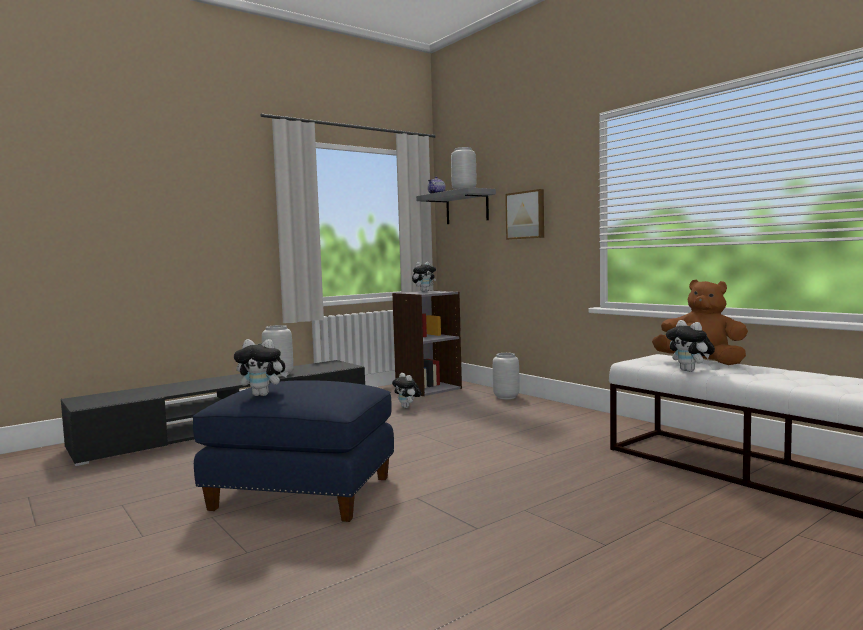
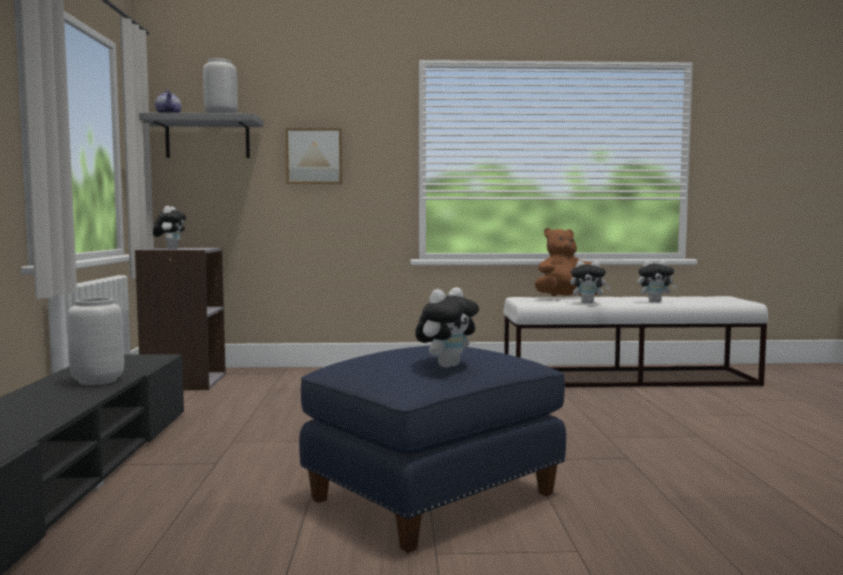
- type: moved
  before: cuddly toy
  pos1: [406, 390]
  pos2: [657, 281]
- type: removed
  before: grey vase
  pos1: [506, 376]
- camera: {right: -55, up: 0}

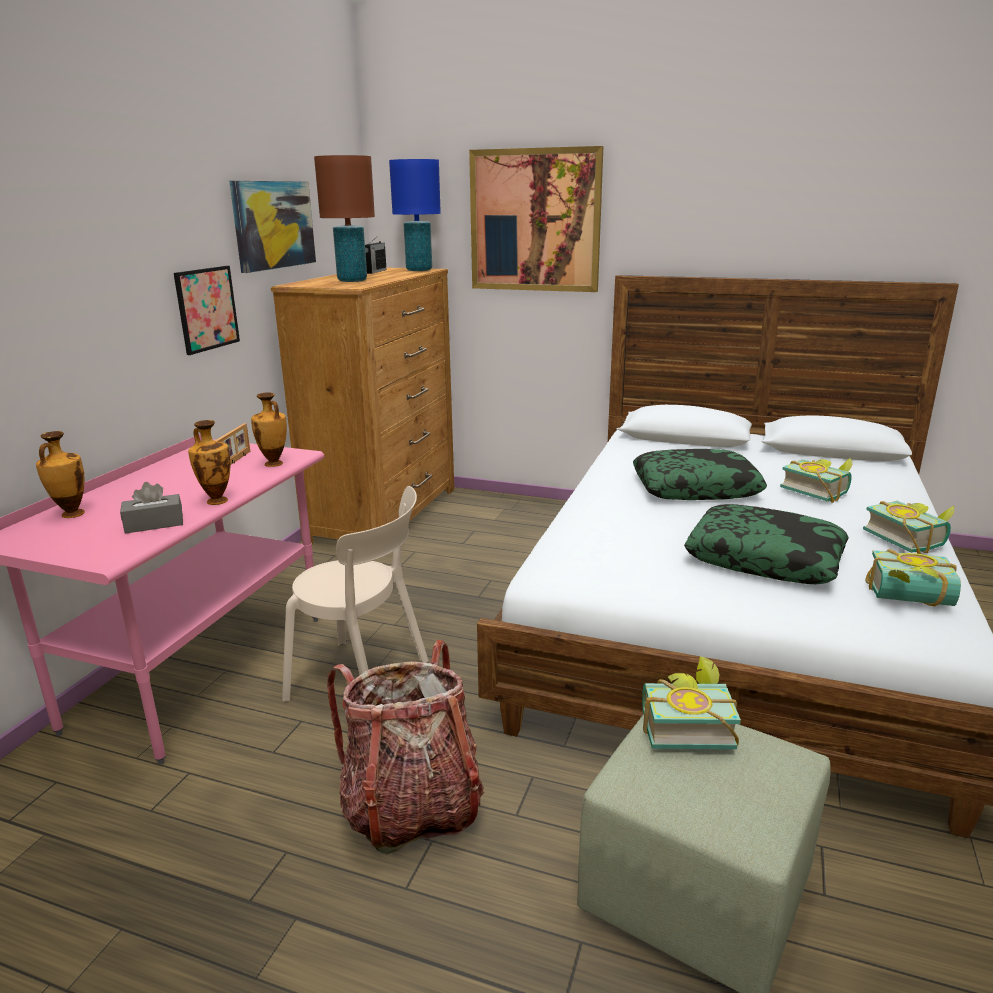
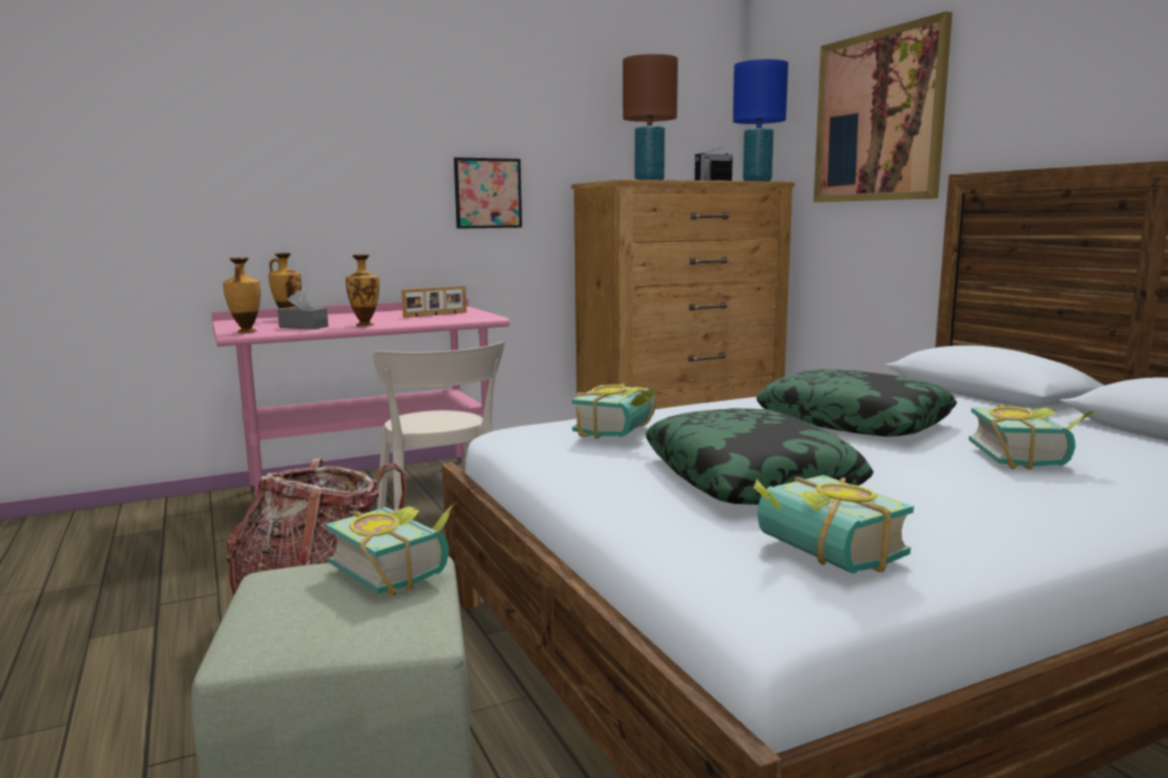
- type: removed
  before: wall art
  pos1: [272, 227]
- type: moved
  before: vase
  pos1: [269, 429]
  pos2: [242, 295]
- type: moved
  before: bound book
  pos1: [909, 527]
  pos2: [615, 411]
- camera: {right: 45, up: -10}

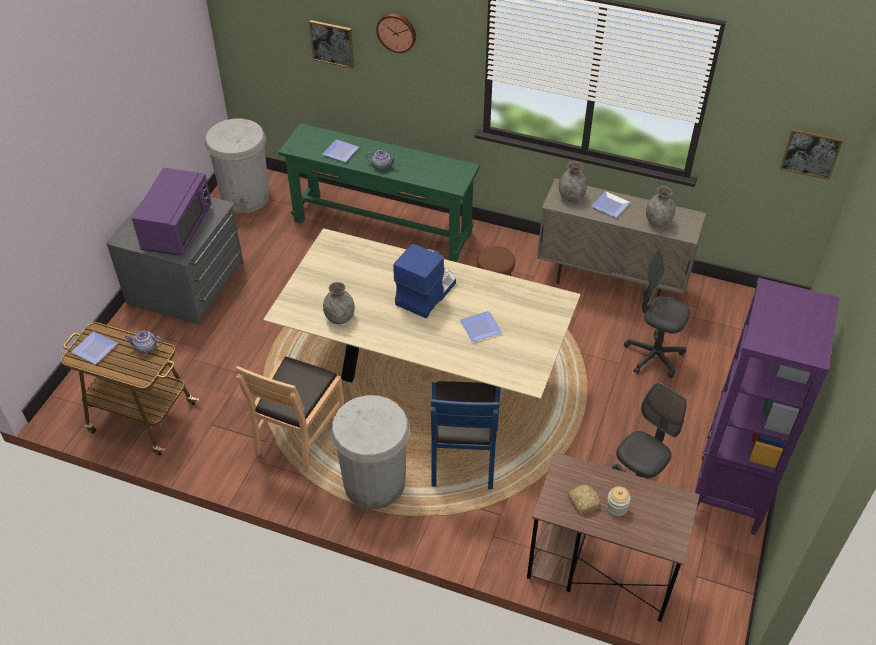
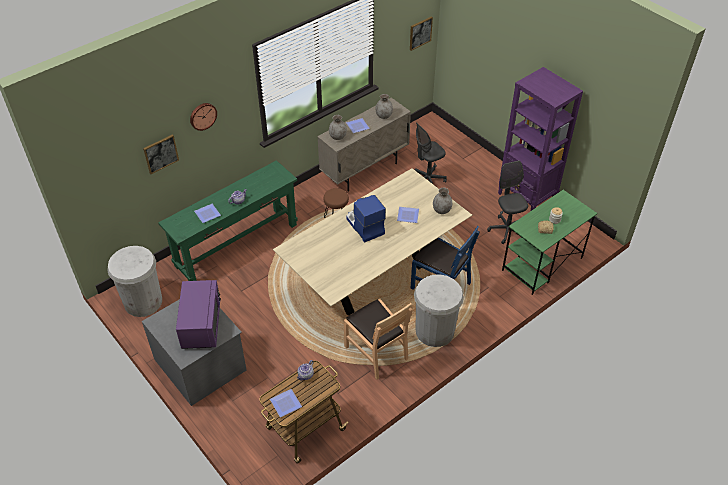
- type: turned
  before: purple kitchen microwave
  pos1: [172, 211]
  pos2: [198, 314]
  turn: 45
- type: moved
  before: grey vase
  pos1: [339, 303]
  pos2: [442, 201]
- type: recoloured
  before: brown-coloured desk unit
  after: green desk unit
  pos1: [613, 537]
  pos2: [549, 242]
- camera: {right: -60, up: 0}

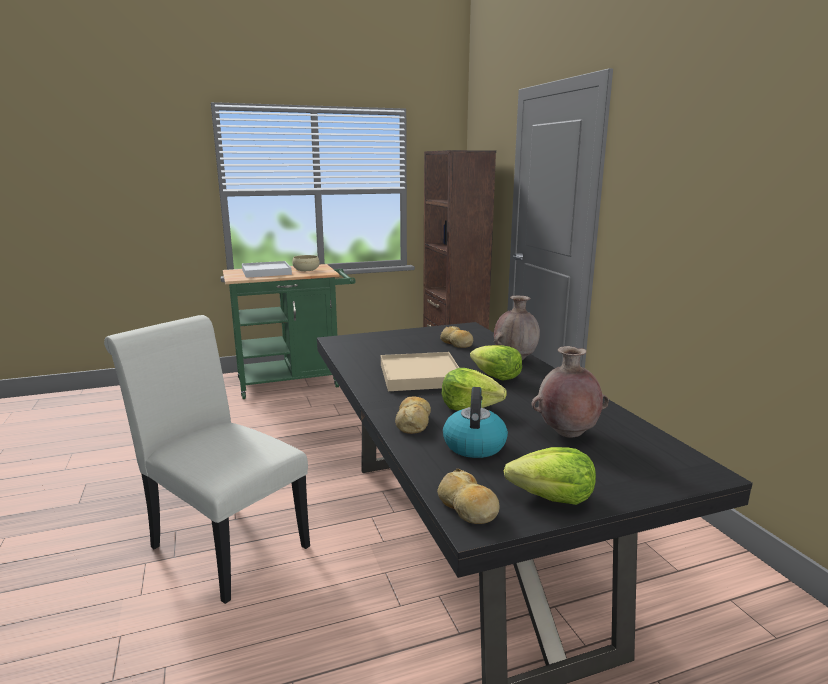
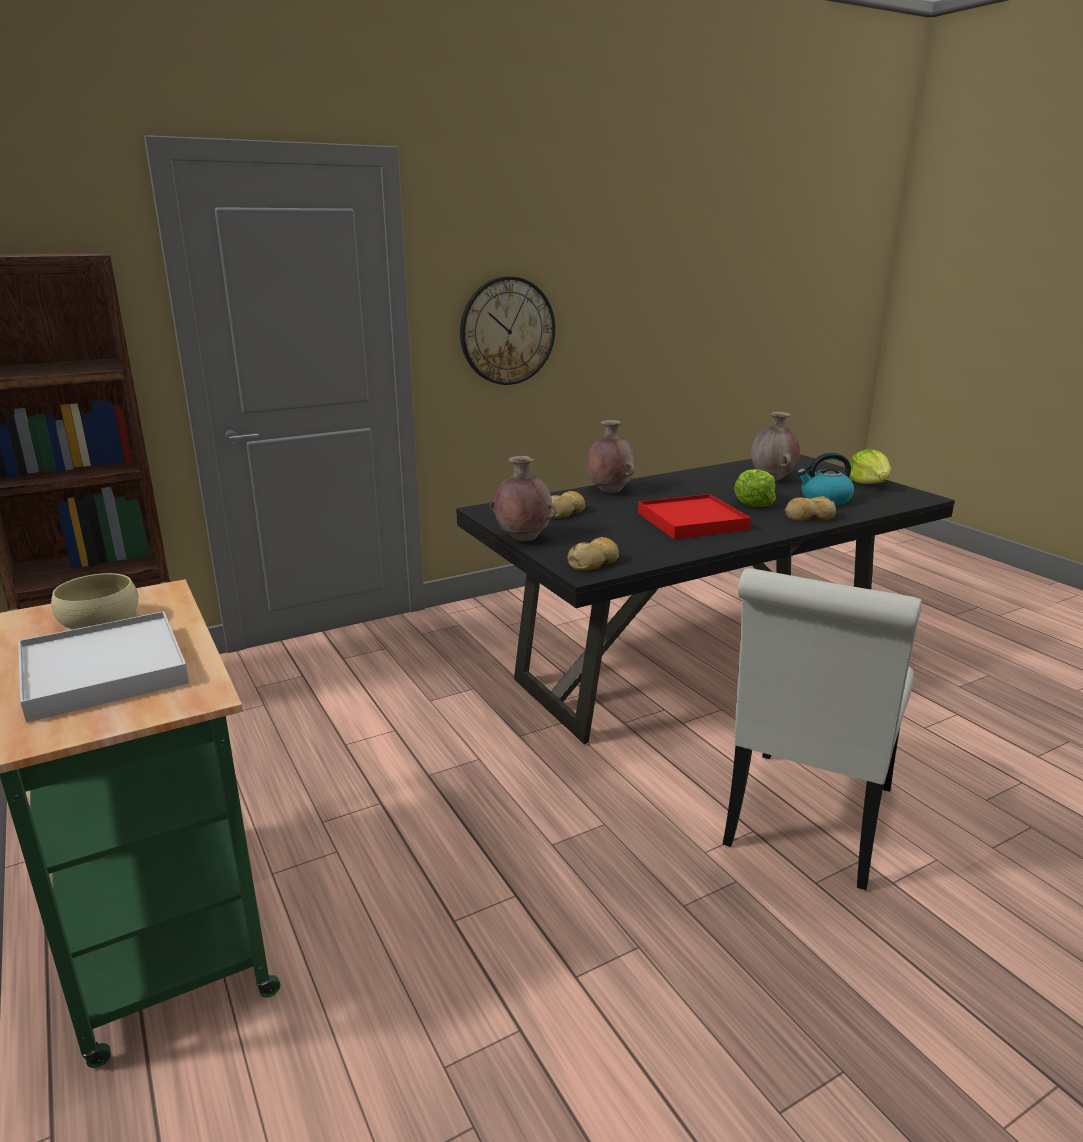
- type: recoloured
  before: beige-coloured tray
  after: red-coloured tray
  pos1: [420, 371]
  pos2: [694, 516]
- type: moved
  before: bakery bread
  pos1: [468, 496]
  pos2: [593, 554]
- type: removed
  before: lettuce head
  pos1: [496, 363]
- type: added
  after: clock on the wall
  pos2: [507, 330]
- type: added
  after: brown-coloured vase
  pos2: [523, 498]
- camera: {right: -100, up: 5}

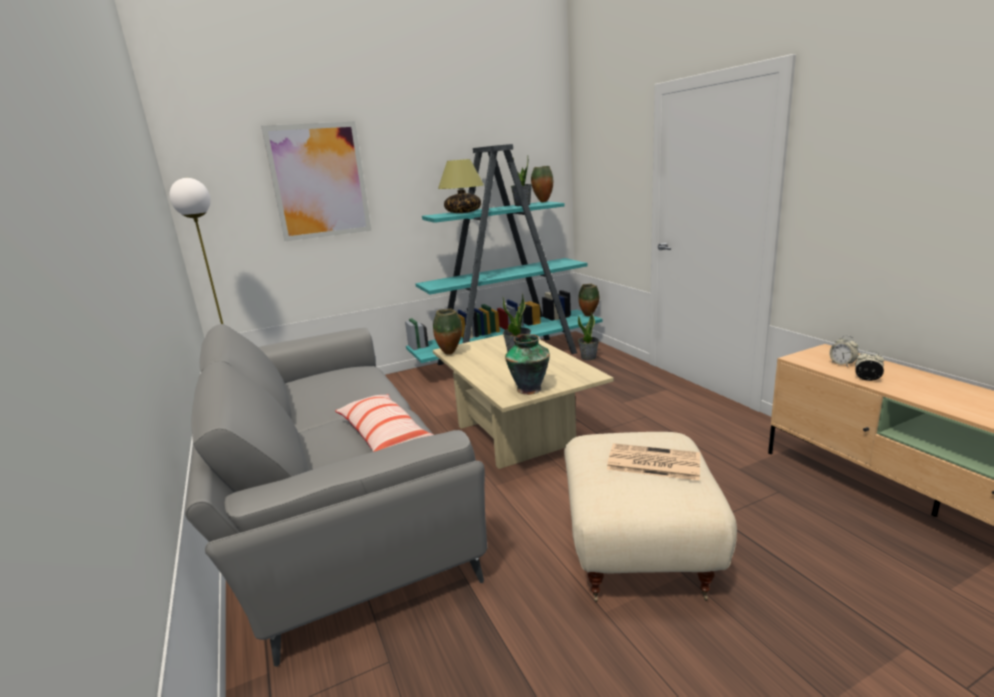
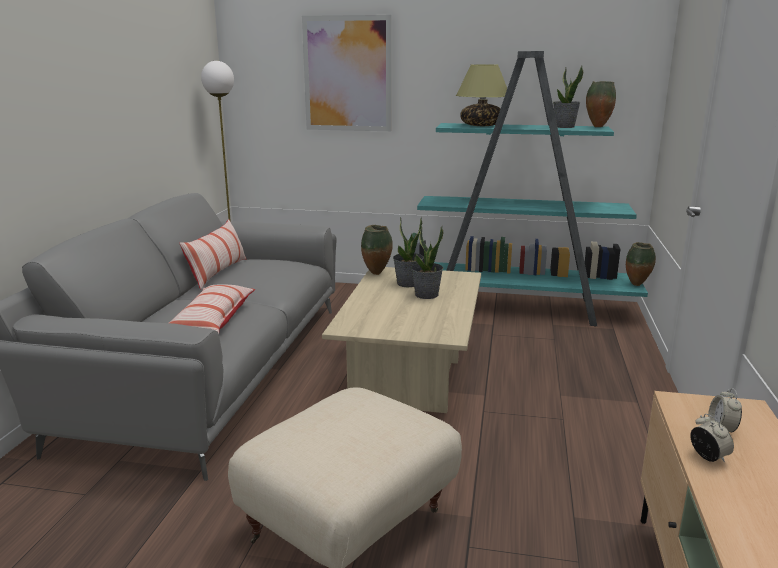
- type: removed
  before: vase
  pos1: [527, 364]
- type: moved
  before: plant in a pot
  pos1: [588, 336]
  pos2: [408, 252]
- type: removed
  before: printed paper
  pos1: [653, 462]
- type: added
  after: pillow
  pos2: [212, 254]
- camera: {right: 35, up: 0}

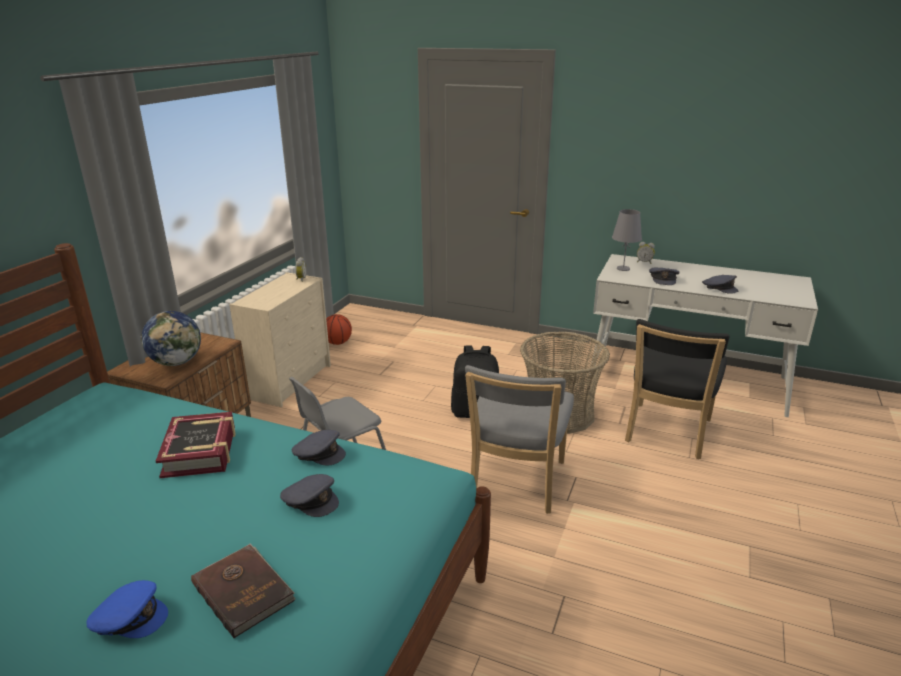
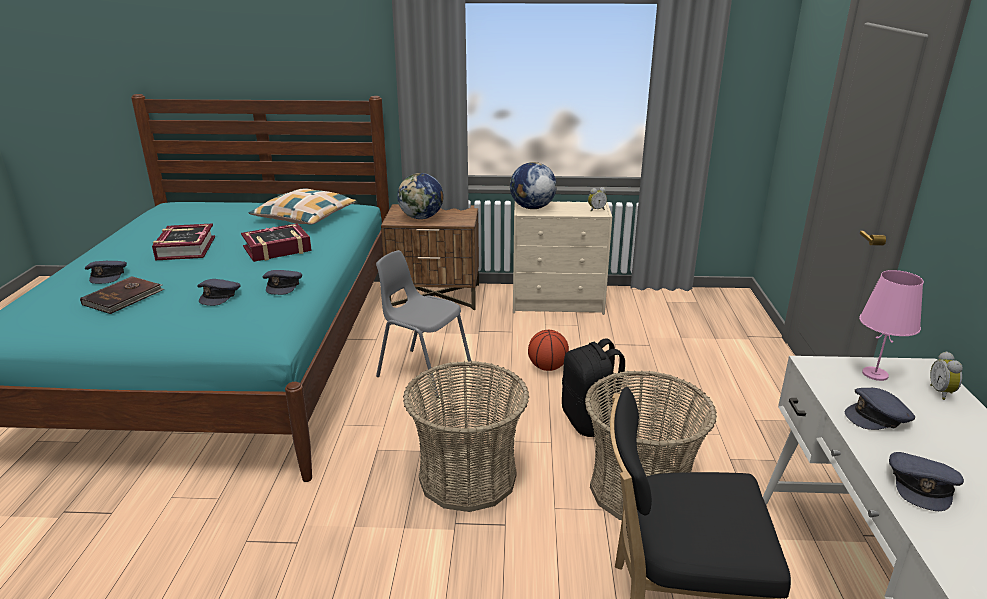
- type: recoloured
  before: blue peaked cap
  after: grey peaked cap
  pos1: [127, 609]
  pos2: [106, 272]
- type: moved
  before: basketball ball
  pos1: [339, 329]
  pos2: [548, 350]
- type: replaced
  before: grey plain chair
  after: basket
  pos1: [519, 439]
  pos2: [466, 436]
- type: recoloured
  before: grey lamp for a table
  after: pink lamp for a table
  pos1: [627, 240]
  pos2: [891, 325]
- type: added
  after: bound book
  pos2: [183, 242]
- type: added
  after: pillow
  pos2: [303, 207]
- type: added
  after: globe
  pos2: [533, 185]
- camera: {right: 70, up: 0}

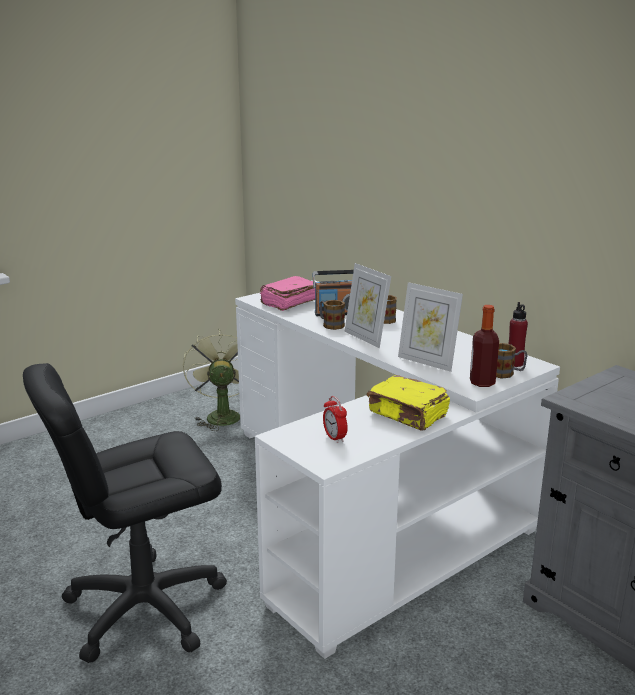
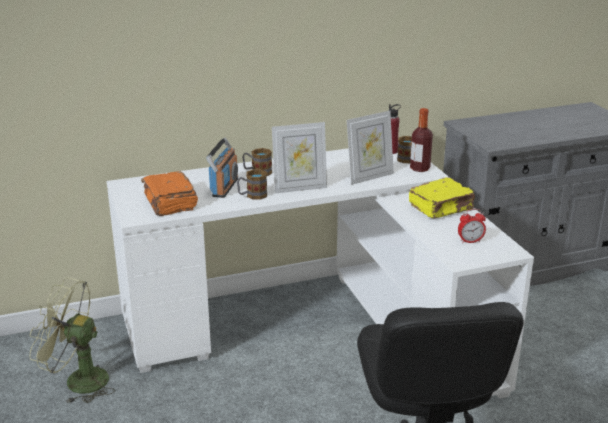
- type: recoloured
  before: pink bound book
  after: orangey bound book
  pos1: [288, 293]
  pos2: [169, 193]
- camera: {right: -70, up: 5}

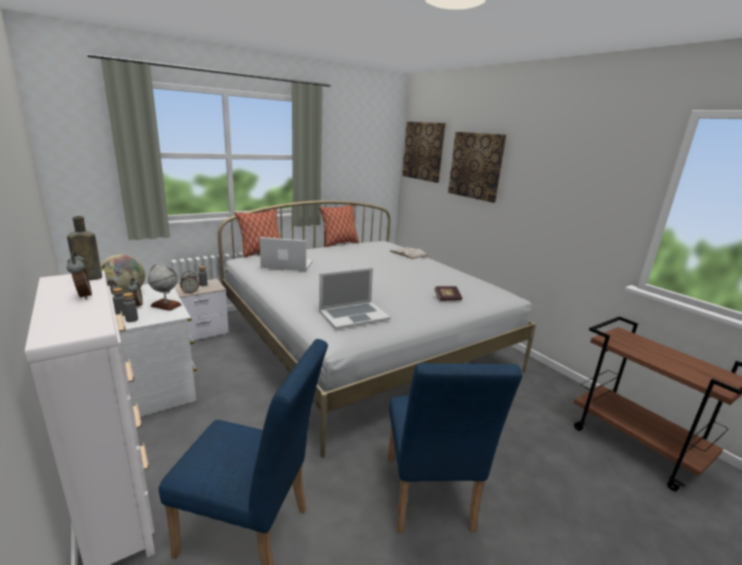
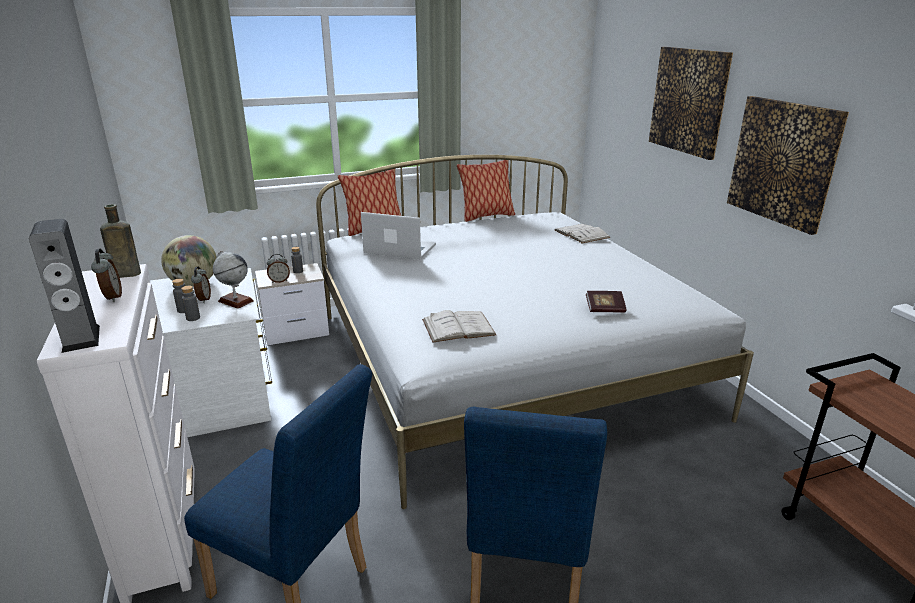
- type: replaced
  before: notebook computer
  after: white-coloured bound book
  pos1: [354, 298]
  pos2: [459, 326]
- type: moved
  before: wall art
  pos1: [424, 152]
  pos2: [788, 165]
- type: added
  after: audio speaker
  pos2: [64, 286]
- camera: {right: 15, up: 5}

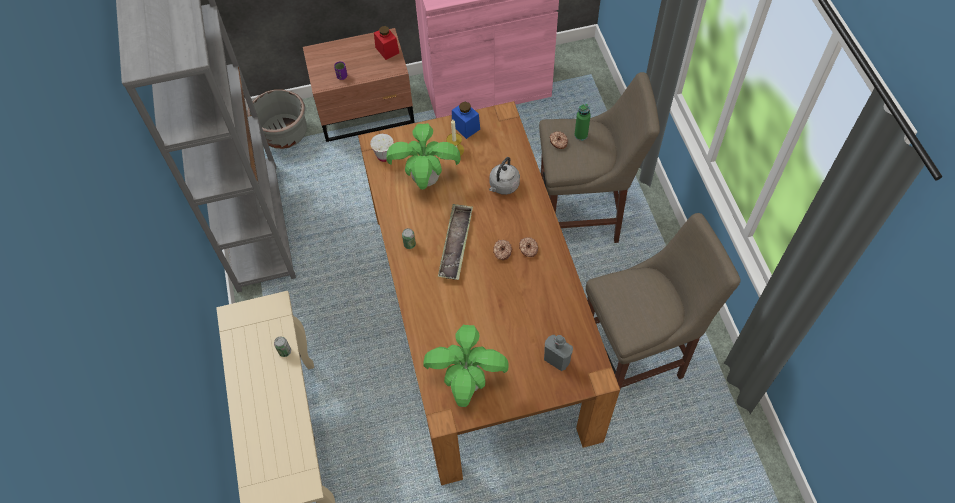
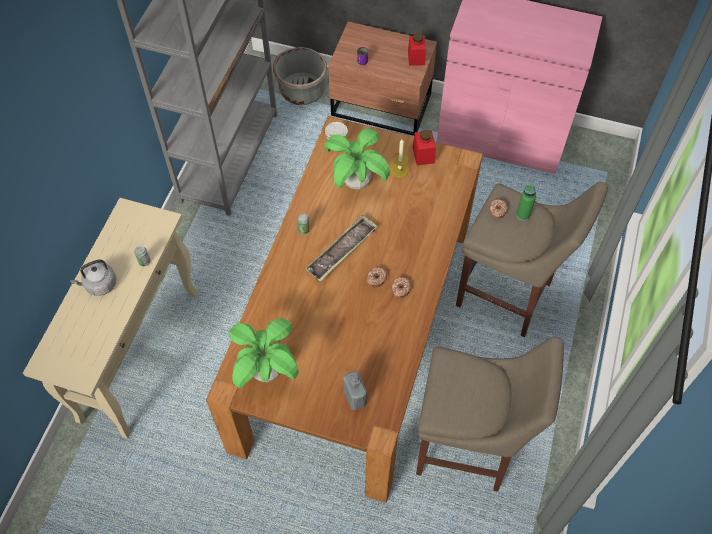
- type: recoloured
  before: blue storage jar
  after: red-coloured storage jar
  pos1: [466, 120]
  pos2: [424, 147]
- type: moved
  before: grey kettle
  pos1: [504, 176]
  pos2: [93, 278]
- camera: {right: 30, up: 0}

